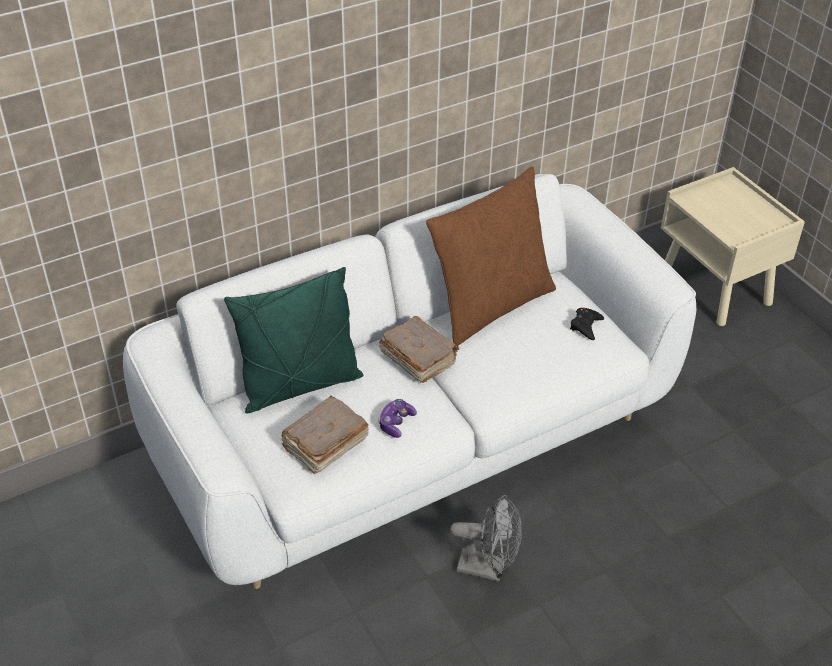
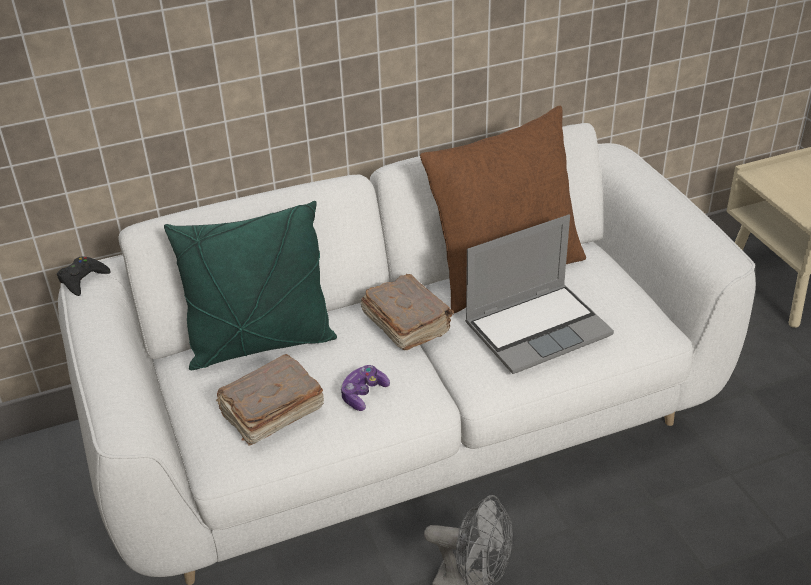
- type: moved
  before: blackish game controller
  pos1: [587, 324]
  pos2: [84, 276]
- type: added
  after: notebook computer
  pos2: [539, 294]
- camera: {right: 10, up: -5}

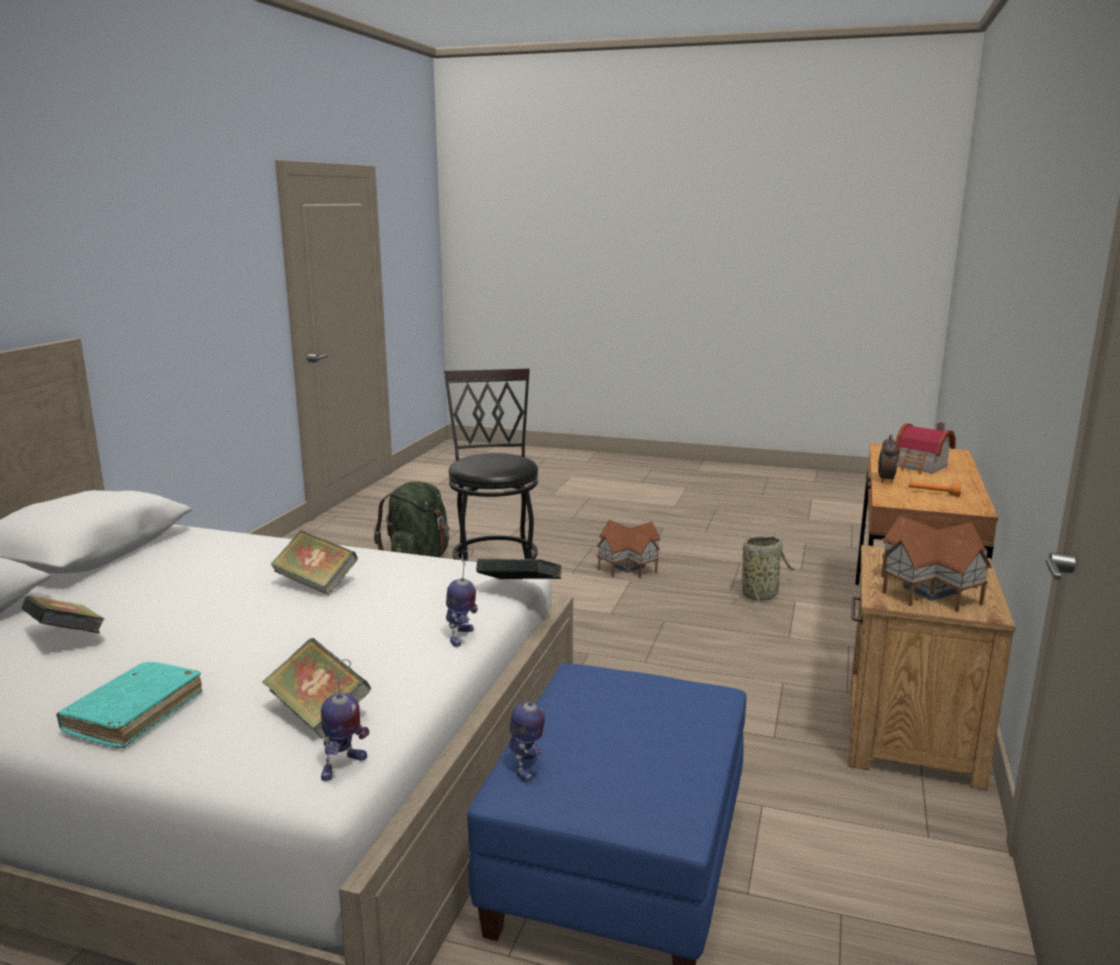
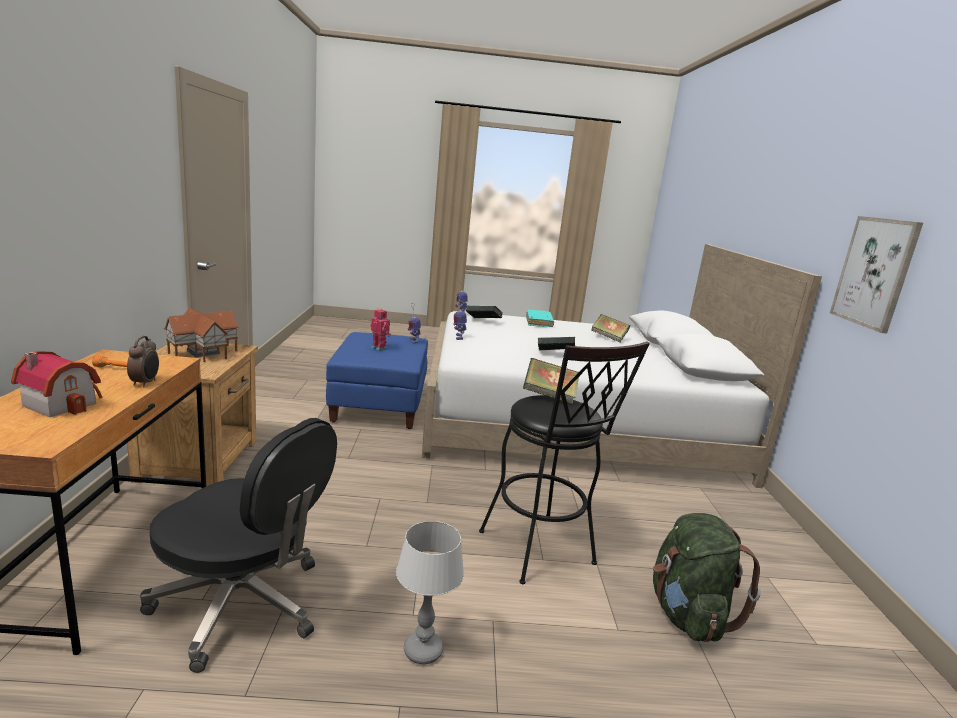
- type: moved
  before: bound book
  pos1: [519, 569]
  pos2: [551, 381]
- type: replaced
  before: miniature house
  after: lamp for a table
  pos1: [628, 549]
  pos2: [430, 592]
- type: replaced
  before: basket
  after: blackish desk chair
  pos1: [763, 569]
  pos2: [238, 545]
- type: added
  after: model robot
  pos2: [380, 329]
- type: added
  after: wall art
  pos2: [876, 275]
- camera: {right: 160, up: 0}

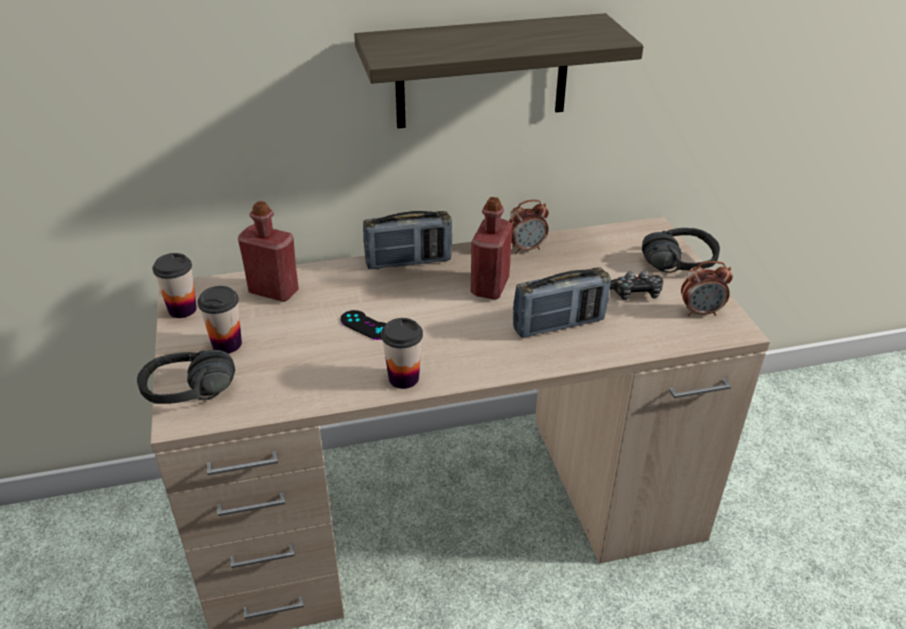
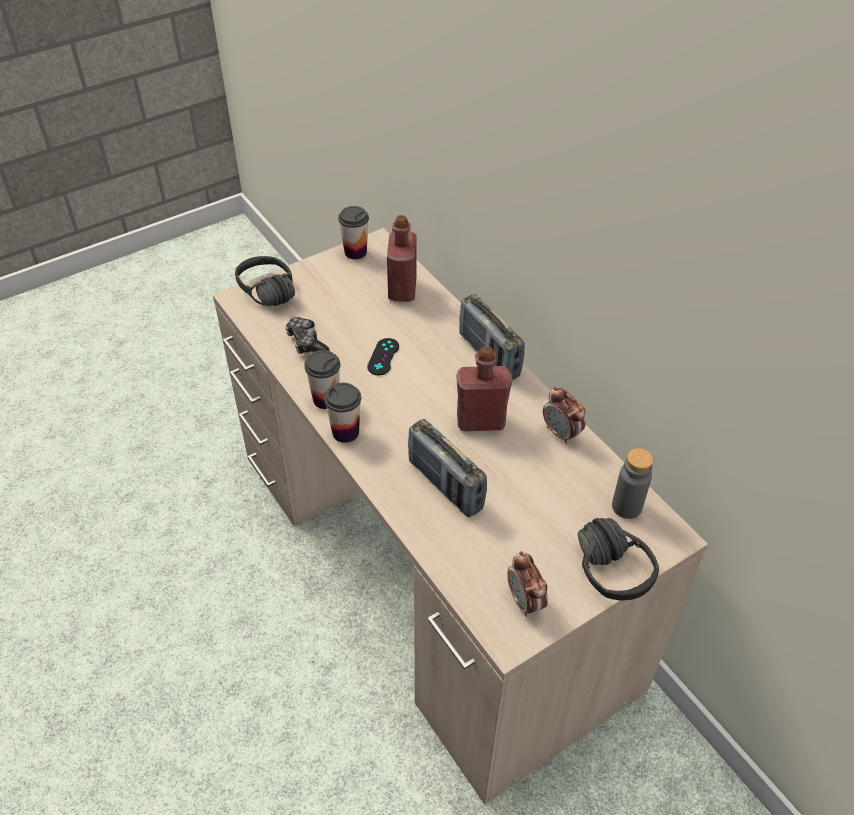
- type: moved
  before: drinking cup
  pos1: [219, 319]
  pos2: [342, 413]
- type: removed
  before: wall shelf
  pos1: [499, 70]
- type: moved
  before: game controller
  pos1: [636, 285]
  pos2: [307, 335]
- type: added
  after: grey bottle
  pos2: [633, 483]
- camera: {right: 70, up: 10}

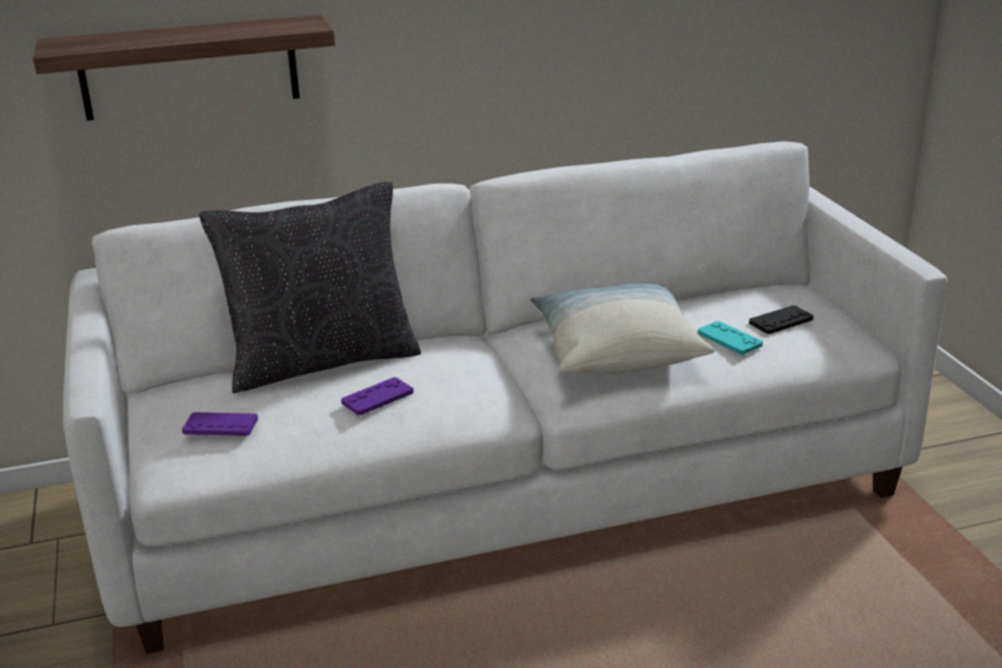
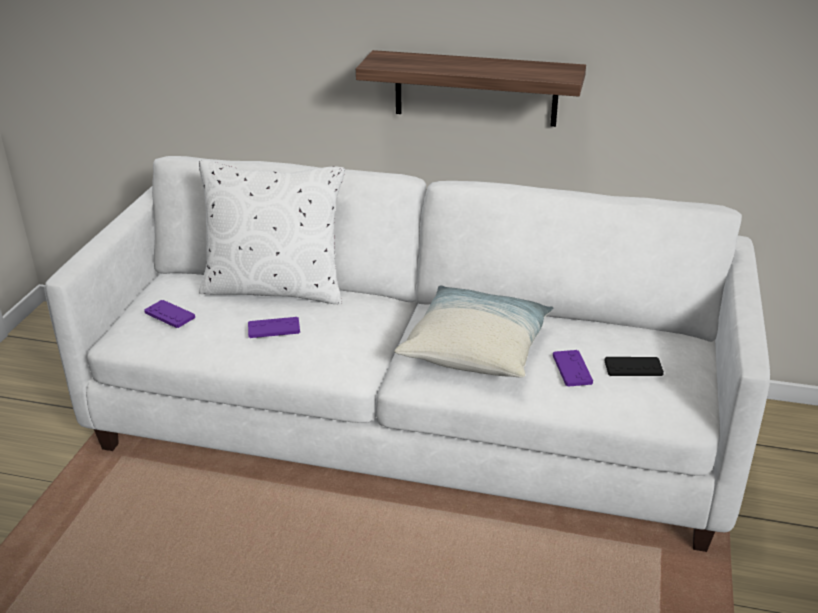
- type: moved
  before: wall shelf
  pos1: [184, 68]
  pos2: [471, 88]
- type: recoloured
  before: blackish pillow
  after: white-coloured pillow
  pos1: [310, 287]
  pos2: [272, 232]
- type: recoloured
  before: blue-green game controller
  after: purple game controller
  pos1: [730, 338]
  pos2: [573, 368]
- camera: {right: 30, up: 5}

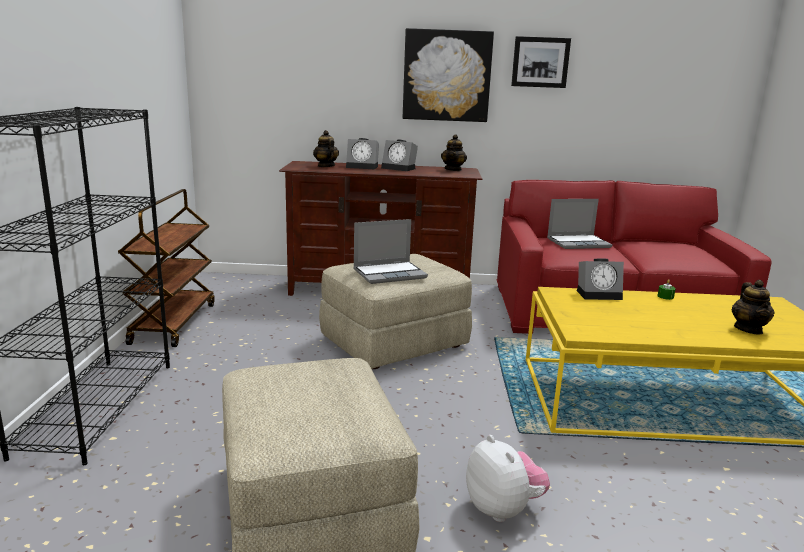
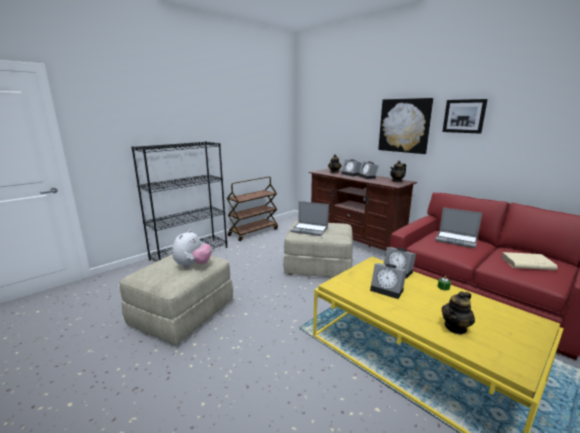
- type: moved
  before: cuddly toy
  pos1: [508, 478]
  pos2: [192, 249]
- type: added
  after: alarm clock
  pos2: [388, 281]
- type: added
  after: beige-coloured bound book
  pos2: [529, 261]
- camera: {right: 45, up: 0}

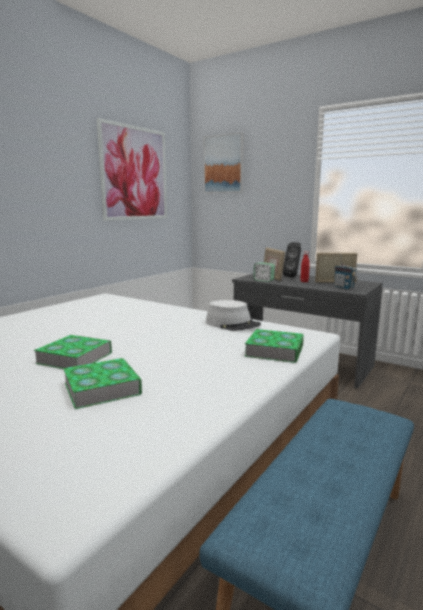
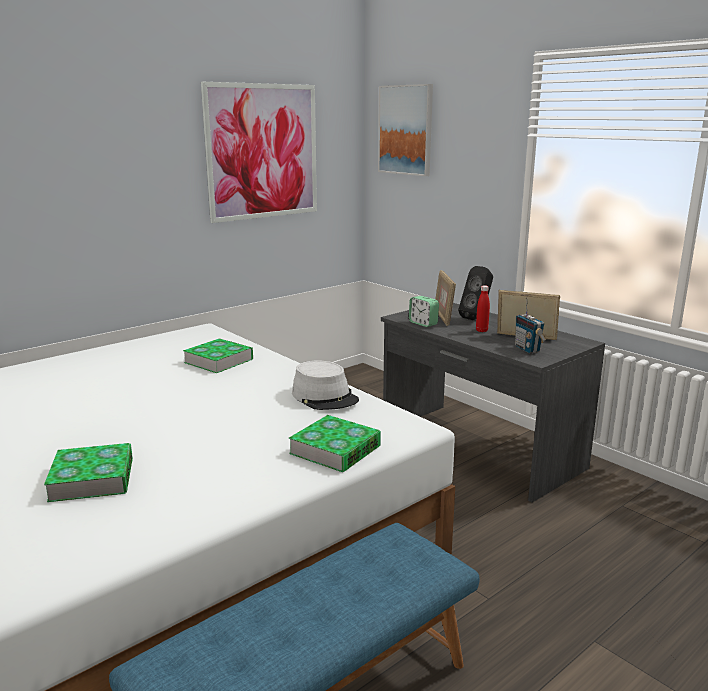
- type: moved
  before: bound book
  pos1: [73, 352]
  pos2: [218, 355]
- camera: {right: 15, up: 5}

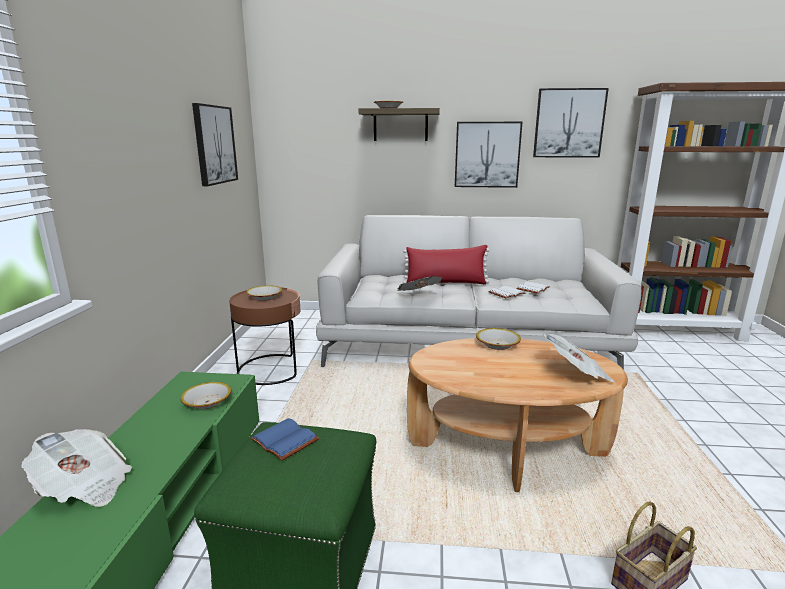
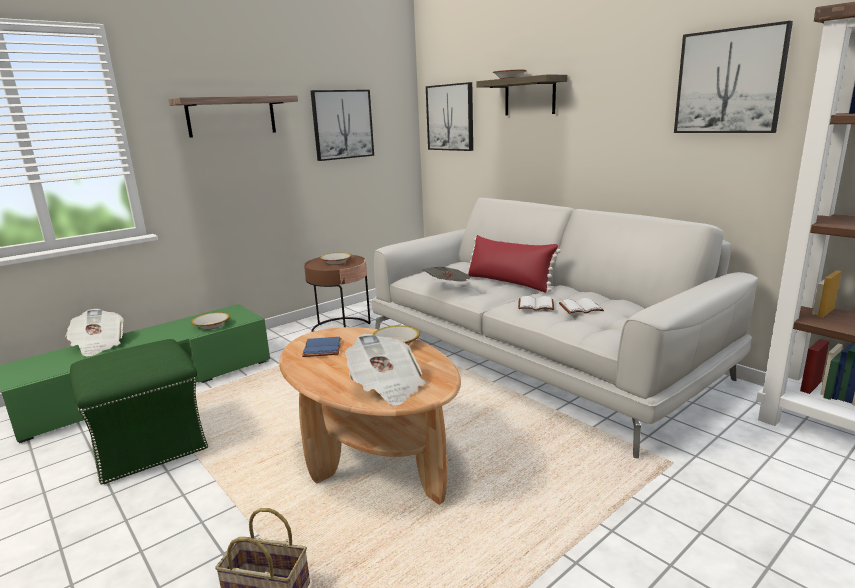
- type: moved
  before: blue bound book
  pos1: [284, 439]
  pos2: [322, 347]
- type: moved
  before: wall art
  pos1: [488, 155]
  pos2: [449, 116]
- type: added
  after: wall shelf
  pos2: [233, 116]
- camera: {right: 45, up: 0}

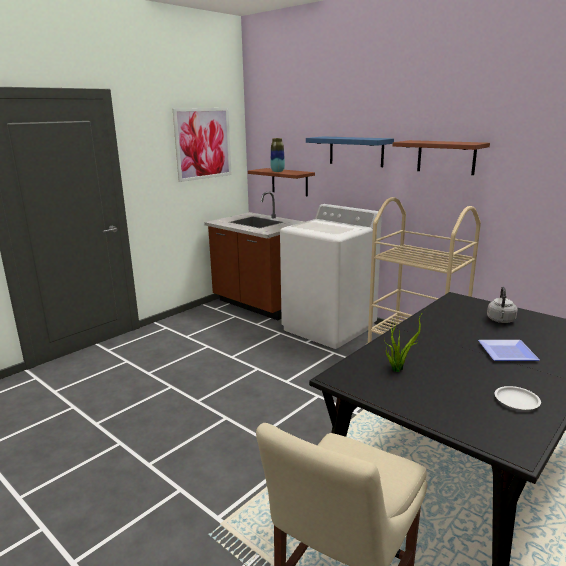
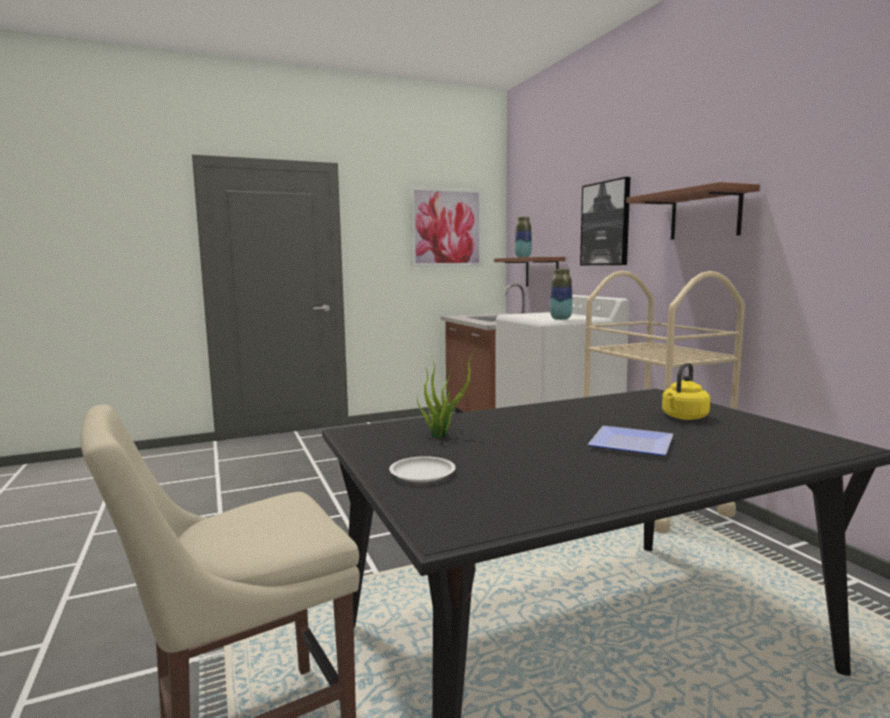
- type: replaced
  before: blue wall shelf
  after: wall art
  pos1: [350, 151]
  pos2: [605, 221]
- type: recoloured
  before: grey kettle
  after: yellow-coloured kettle
  pos1: [502, 305]
  pos2: [686, 391]
- type: moved
  before: white-coloured plate
  pos1: [518, 398]
  pos2: [422, 469]
- type: added
  after: vase
  pos2: [561, 294]
- camera: {right: 25, up: -10}

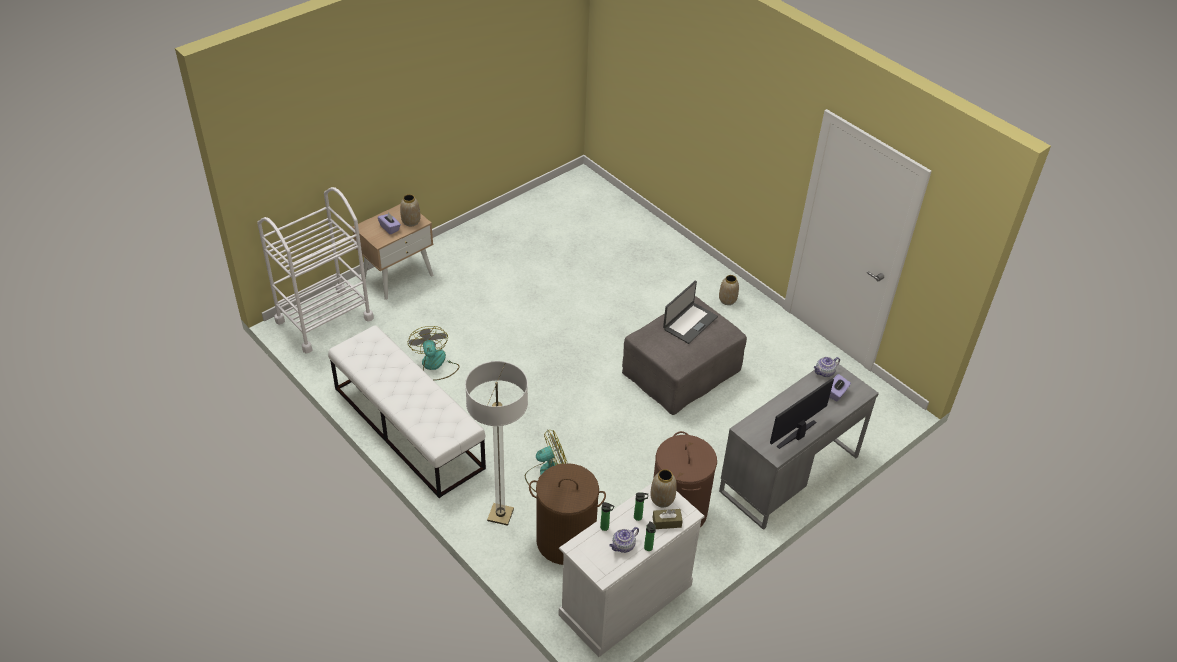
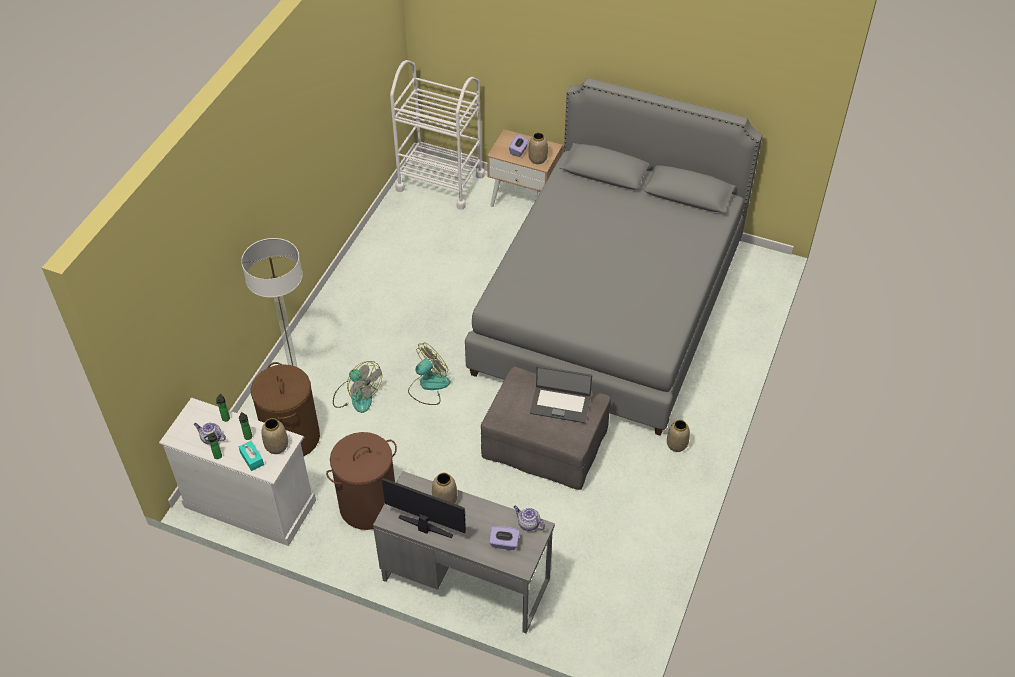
- type: removed
  before: white-coloured bench
  pos1: [407, 411]
- type: moved
  before: fan
  pos1: [434, 353]
  pos2: [429, 374]
- type: recoloured
  before: brown-coloured tissue holder
  after: blue-green tissue holder
  pos1: [668, 519]
  pos2: [251, 456]
- type: added
  after: vase
  pos2: [444, 488]
- type: added
  after: grey sleeping bed
  pos2: [614, 257]
- camera: {right: 65, up: 5}

